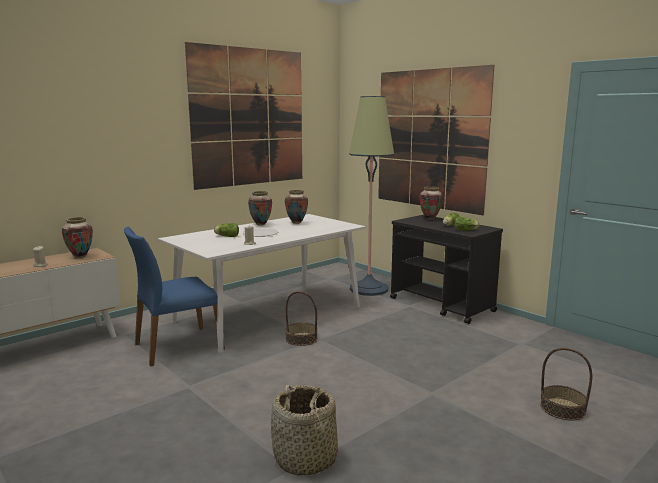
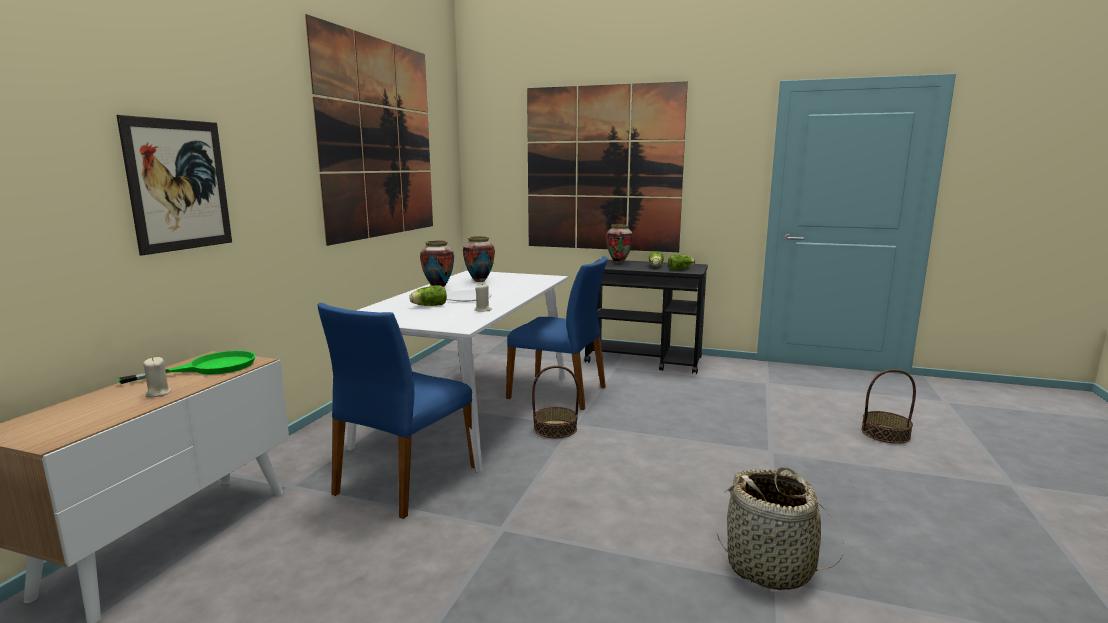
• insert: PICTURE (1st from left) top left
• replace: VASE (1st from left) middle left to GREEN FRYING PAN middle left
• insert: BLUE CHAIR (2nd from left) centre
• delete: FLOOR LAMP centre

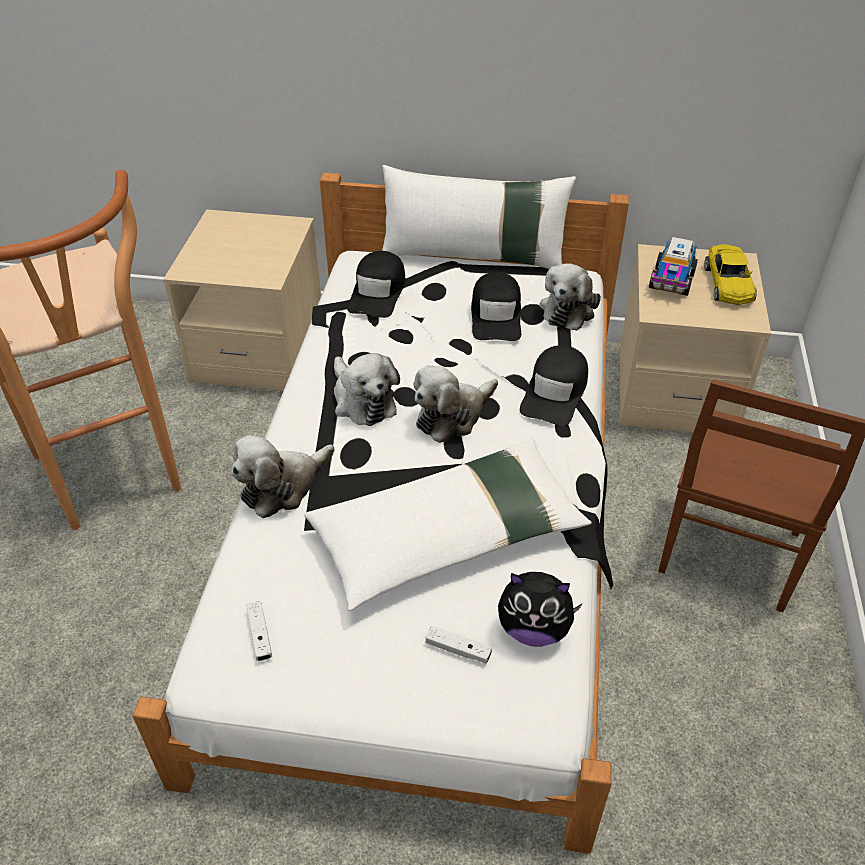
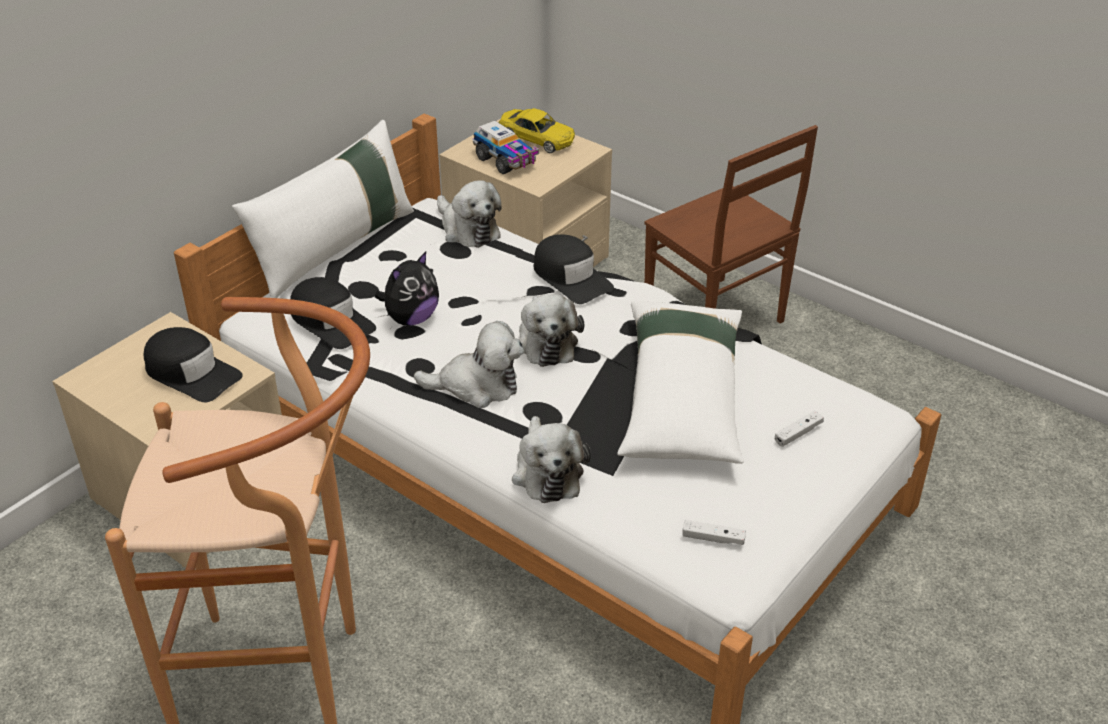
• move: BLACK CAP (2nd from left in the first image) centre to BLACK CAP (1st from left) middle left
• move: PLUSH TOY (4th from left in the first image) bottom centre to PLUSH TOY (1st from left) centre

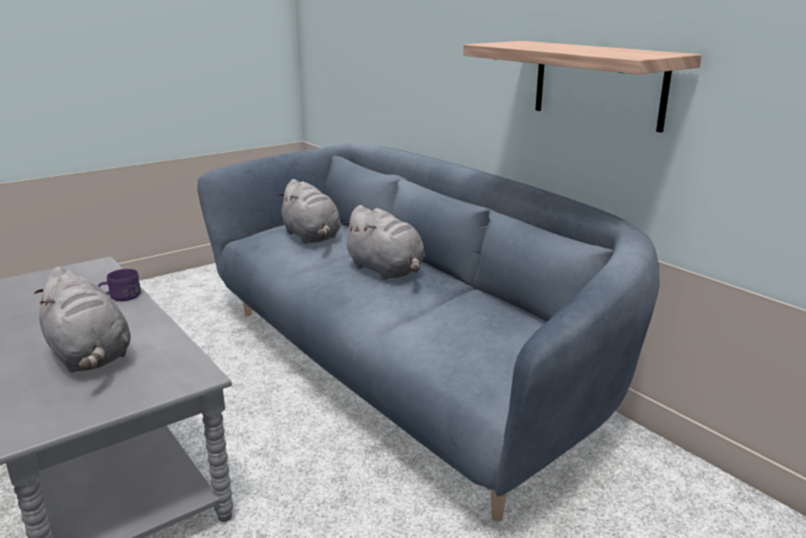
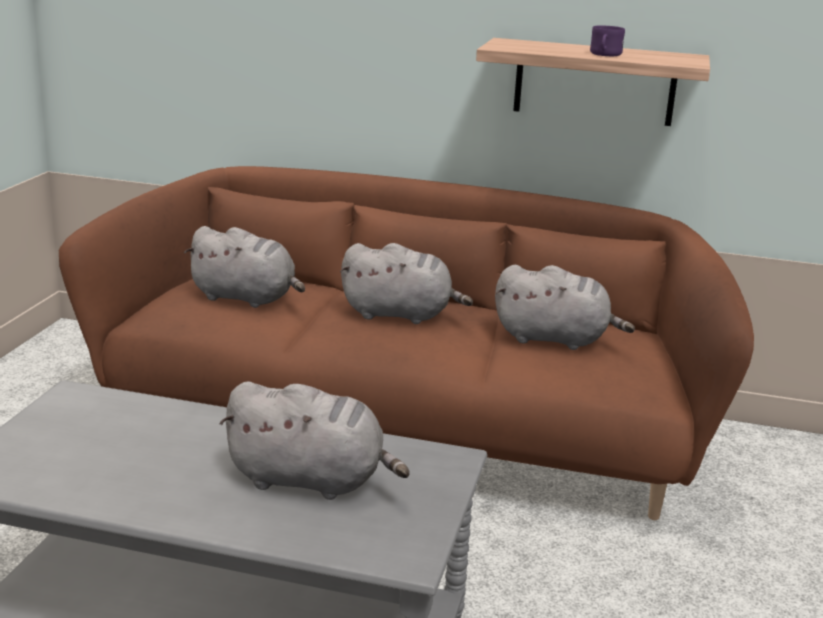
• recolor: BLUE SOFA centre to BROWN SOFA centre
• insert: GREY PLUSH TOY (4th from left) middle right
• move: PURPLE MUG middle left to top right

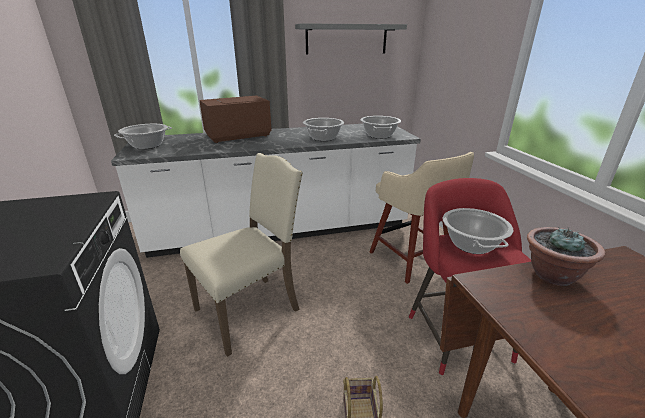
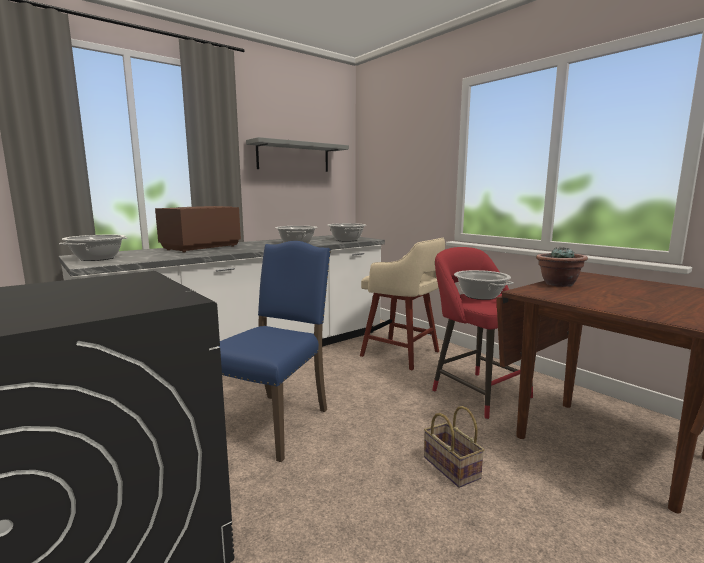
• recolor: BEIGE CHAIR centre to BLUE CHAIR centre

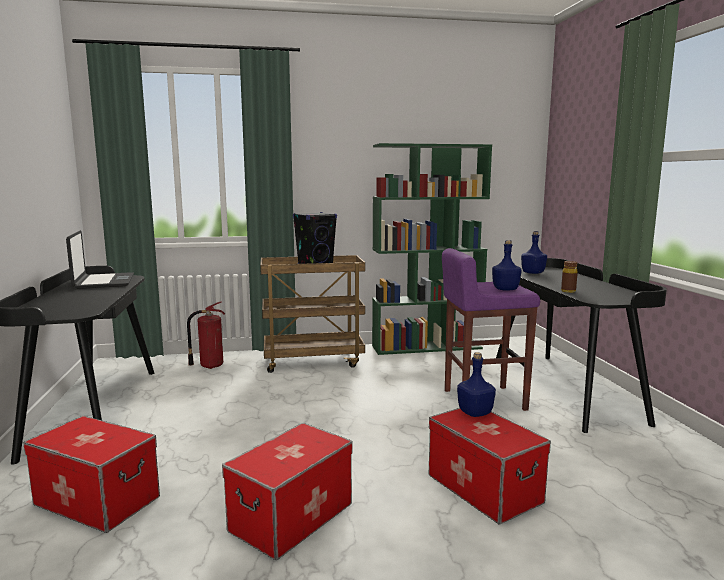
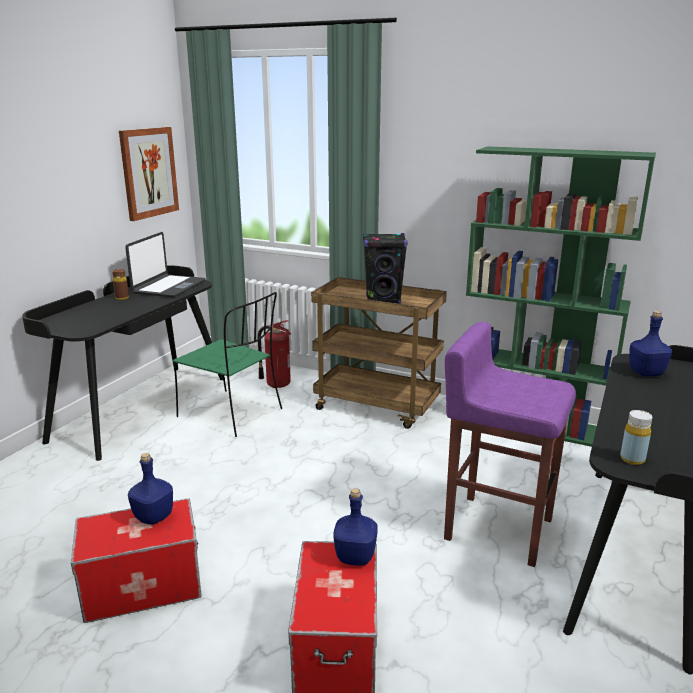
• move: BROWN BOTTLE middle right to middle left
• insert: PICTURE top left
• move: BLUE BOTTLE (2nd from left in the first image) middle right to BLUE BOTTLE (1st from left) bottom left
• insert: GREEN CHAIR middle left
• insert: YELLOW BOTTLE middle right
• delete: STORAGE BOX (1st from left) bottom left

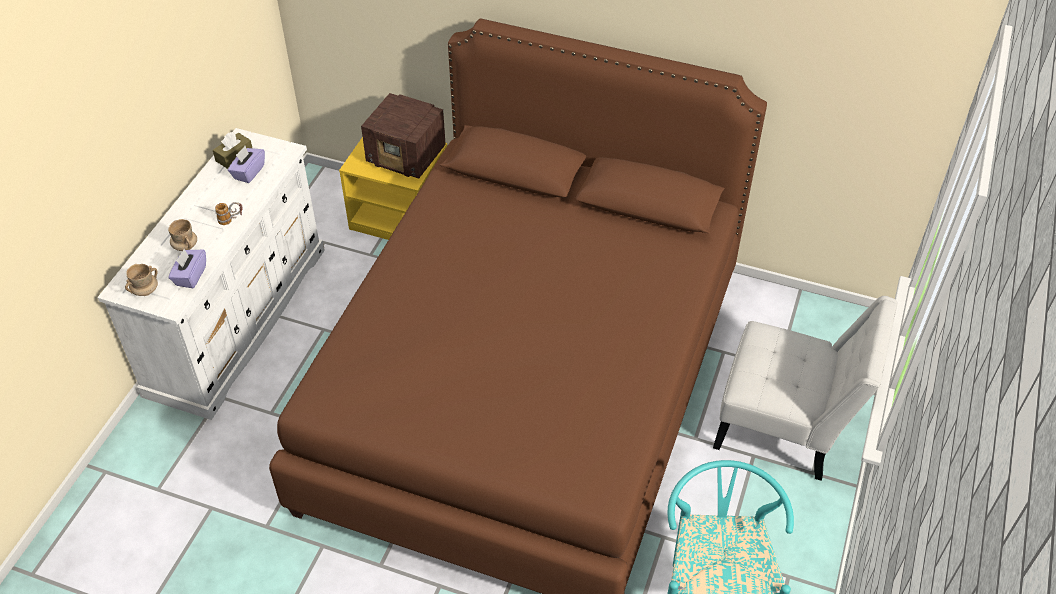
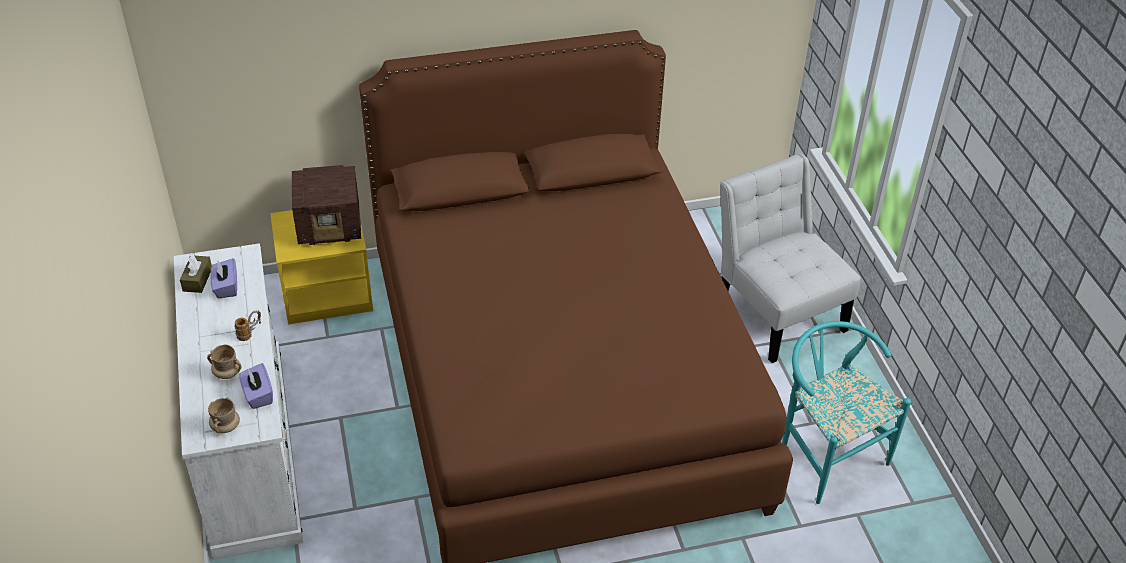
• rotate: WHITE CHAIR middle right = middle right 105 degrees counterclockwise

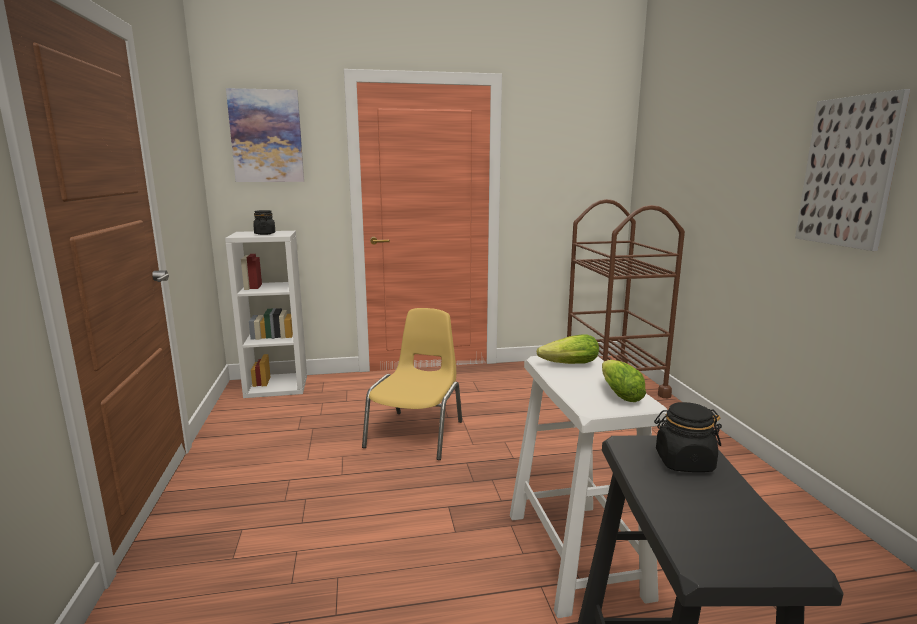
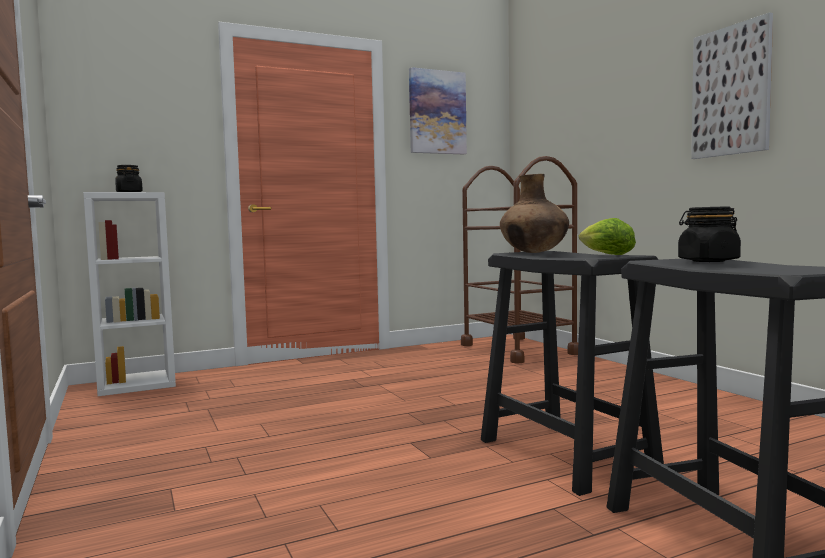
• move: PICTURE (1st from left) top left to top centre
• recolor: WHITE STOOL bottom centre to BLACK STOOL (1st from left) bottom right
• replace: LETTUCE (1st from left) centre to BROWN VASE centre
• delete: YELLOW CHAIR centre

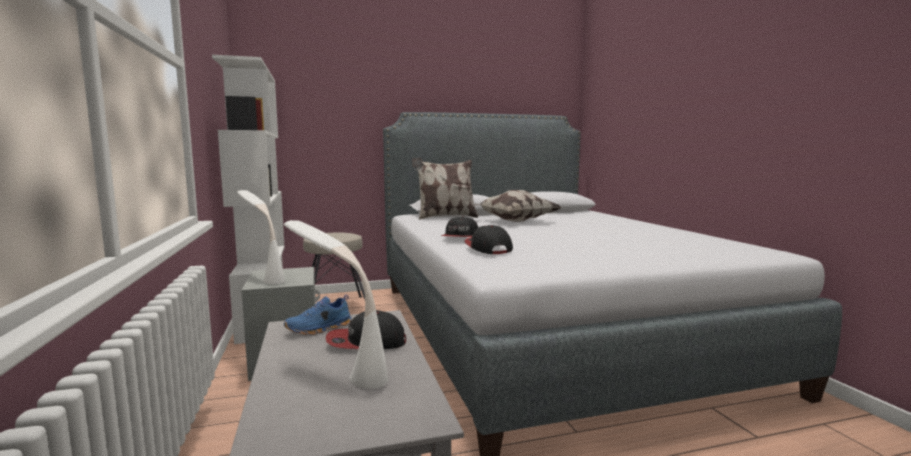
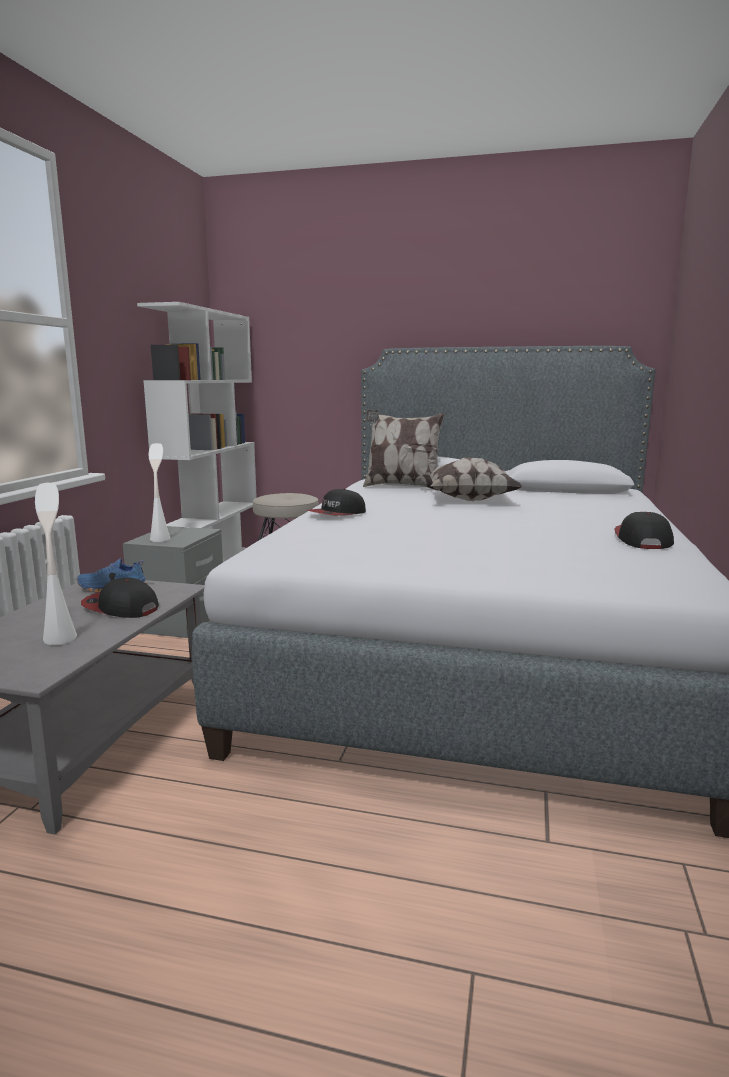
• move: CAP (3rd from left) centre to middle right

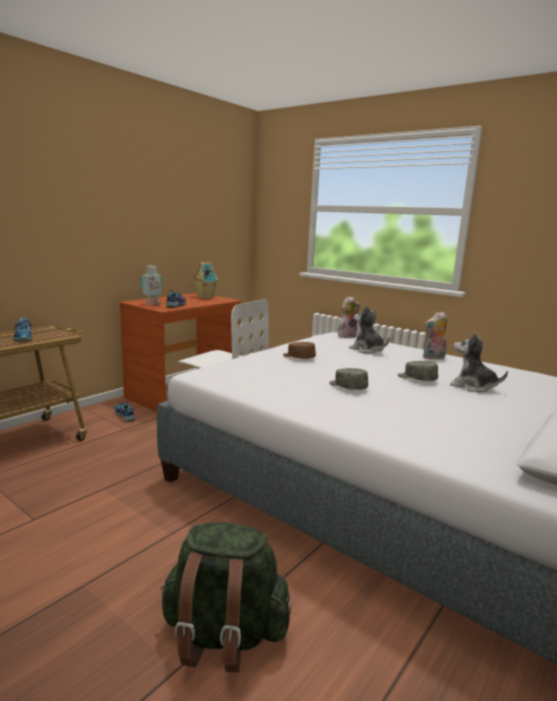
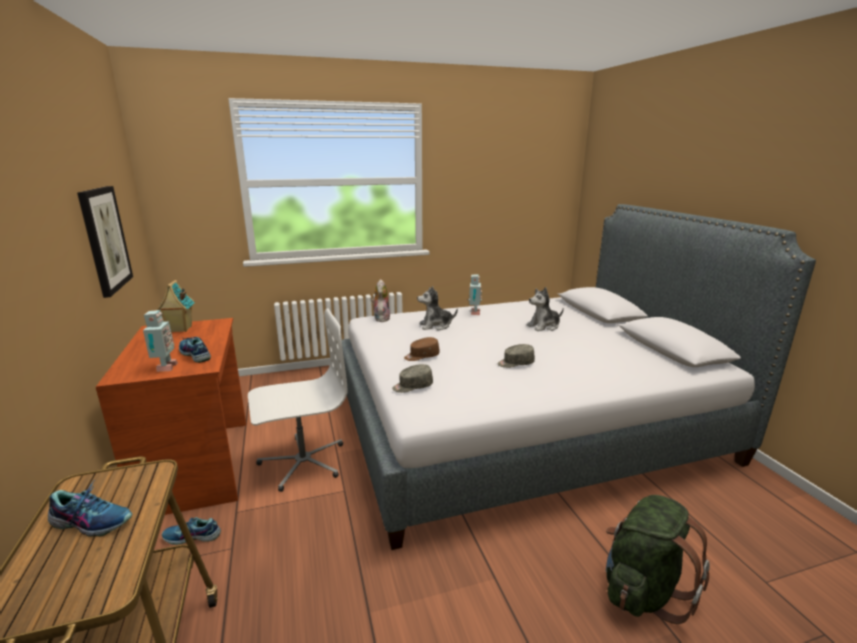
• insert: PICTURE middle left
• move: GREY CAP (2nd from left in the first image) middle right to GREY CAP (1st from left) centre
• replace: PLUSH TOY (3rd from left) middle right to TOY ROBOT (2nd from left) centre

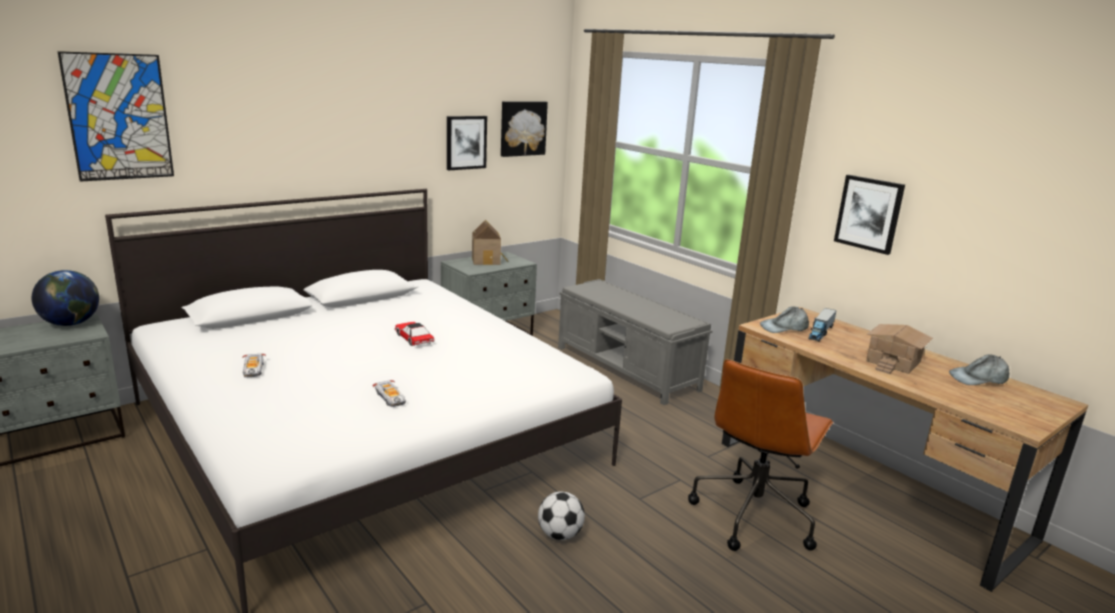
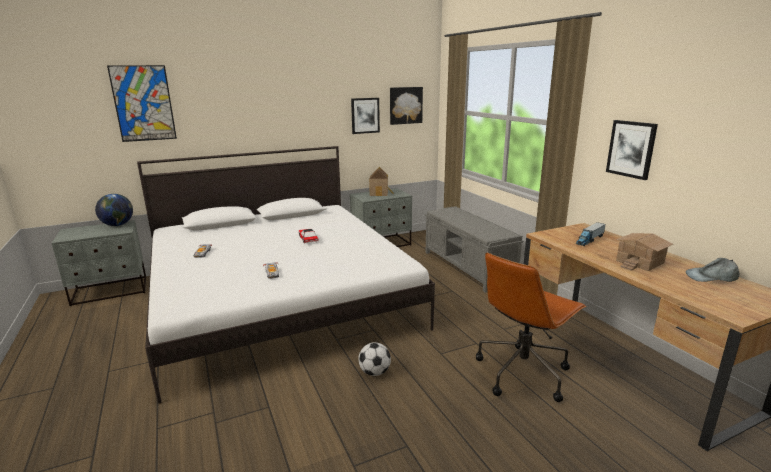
• delete: GREY CAP (1st from left) middle right

